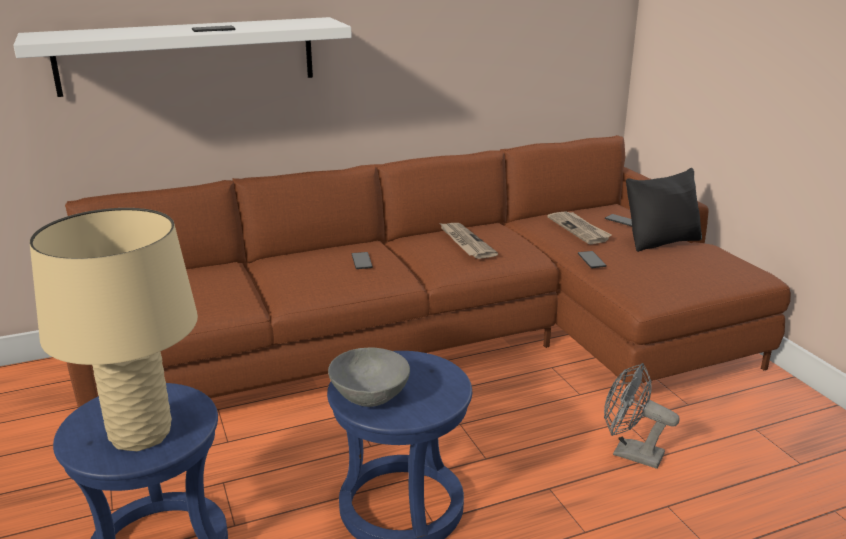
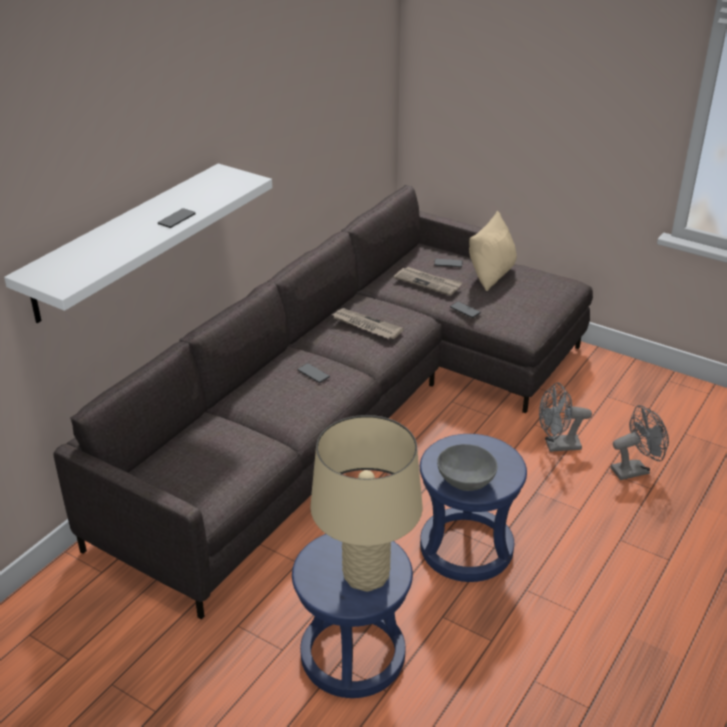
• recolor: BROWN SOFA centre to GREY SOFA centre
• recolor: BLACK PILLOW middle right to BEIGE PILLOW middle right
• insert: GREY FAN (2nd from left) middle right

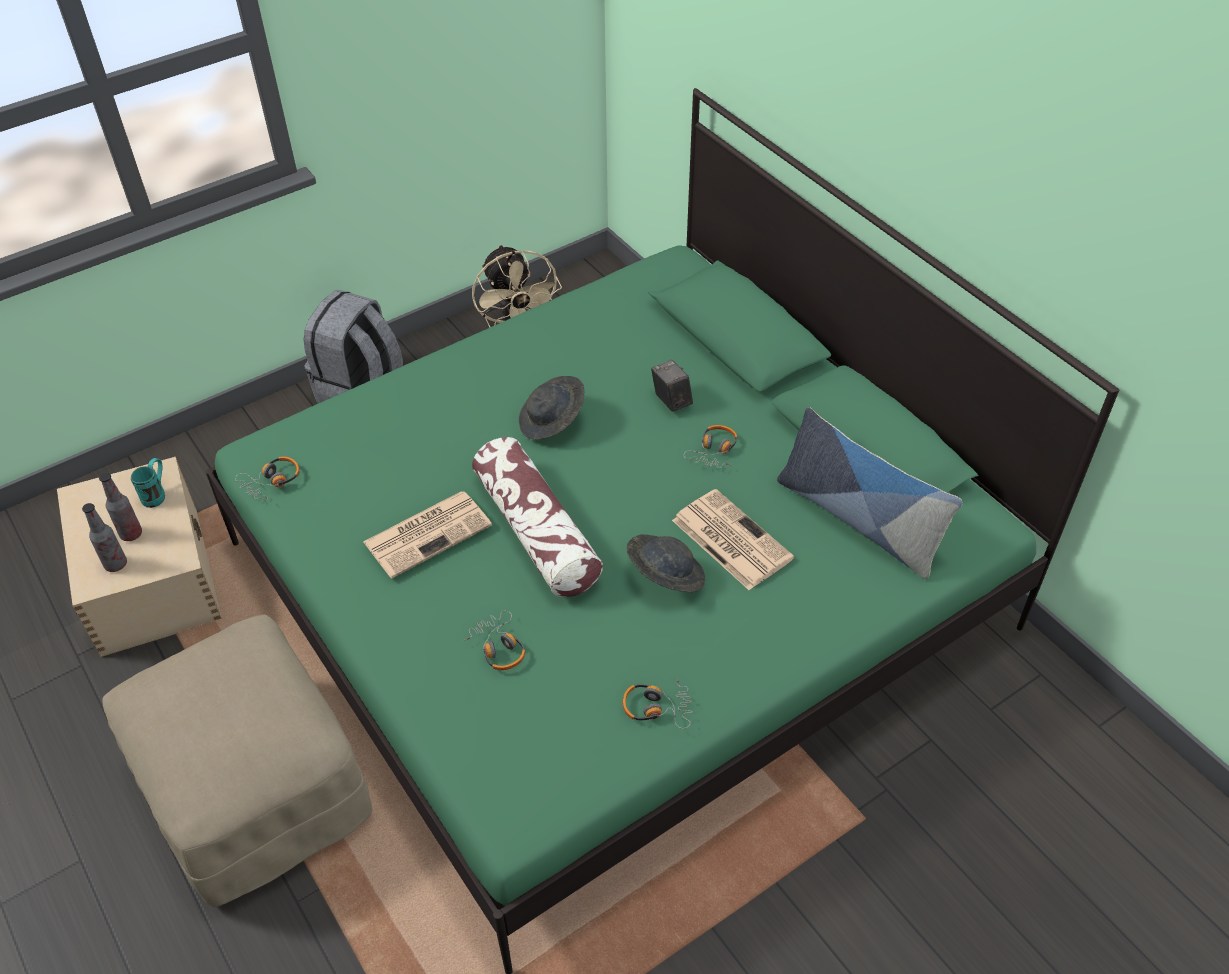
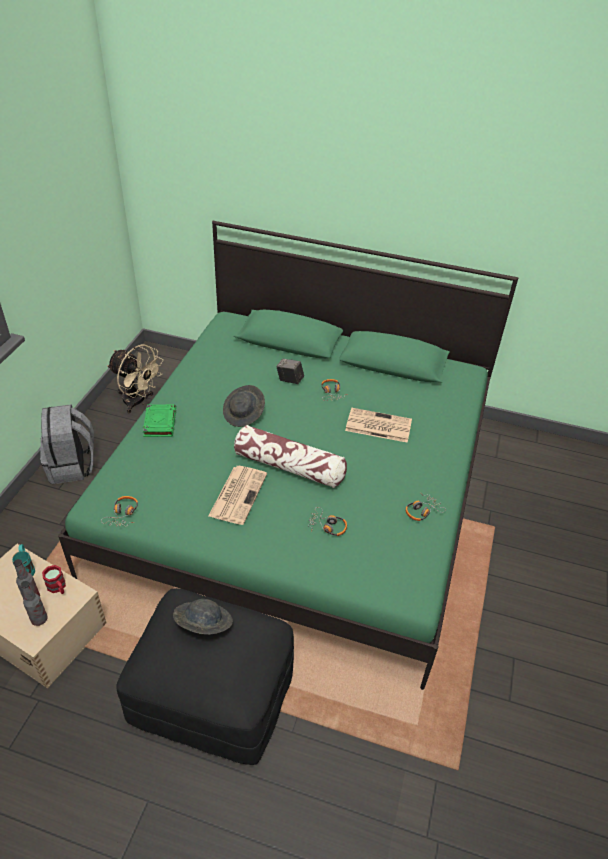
• insert: RED MUG bottom left
• recolor: BEIGE OTTOMAN bottom left to BLACK OTTOMAN bottom centre
• insert: GREEN BOOK middle left
• move: GREY HAT (2nd from left in the first image) centre to GREY HAT (1st from left) bottom centre
• delete: PILLOW (2nd from left) middle right

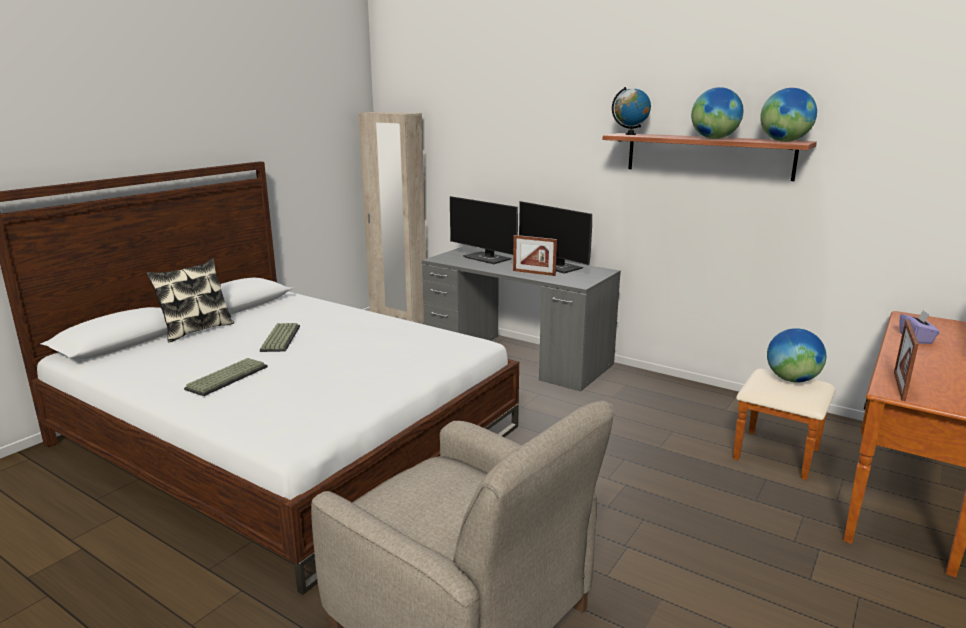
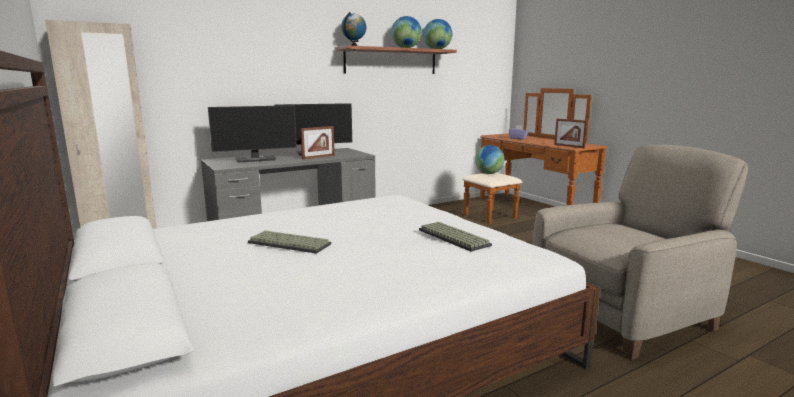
• move: KEYBOARD (1st from left in the first image) middle left to KEYBOARD (2nd from left) centre
• delete: PILLOW middle left

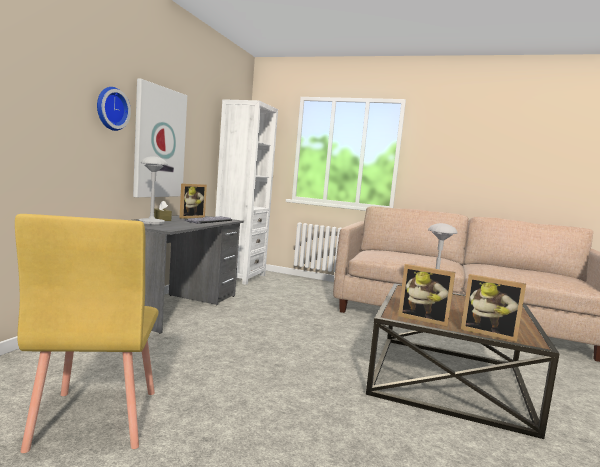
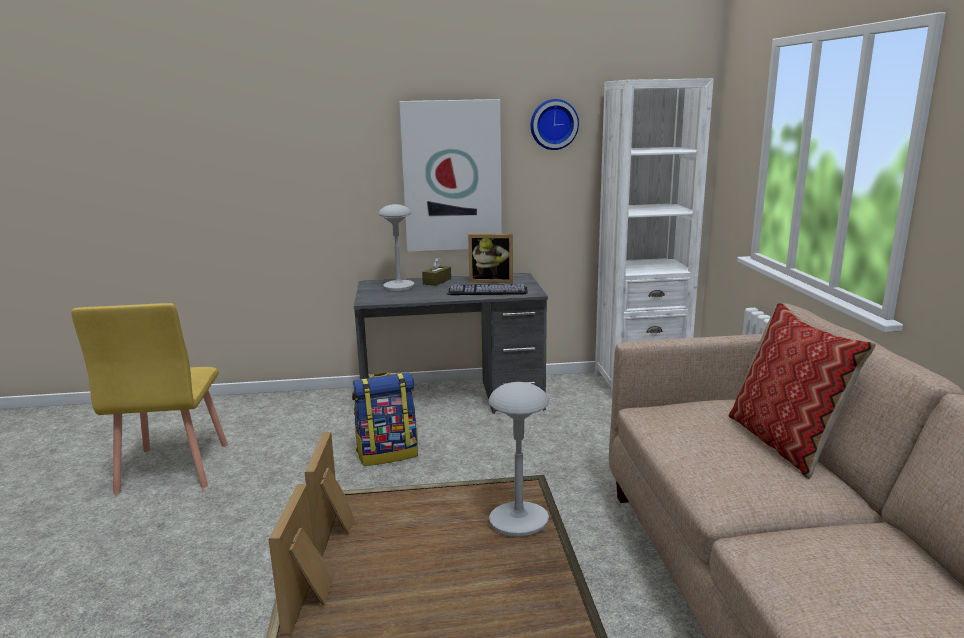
• rotate: YELLOW CHAIR bottom left = middle left 60 degrees counterclockwise
• insert: BACKPACK centre
• move: WALL CLOCK top left to top centre
• insert: PILLOW middle right

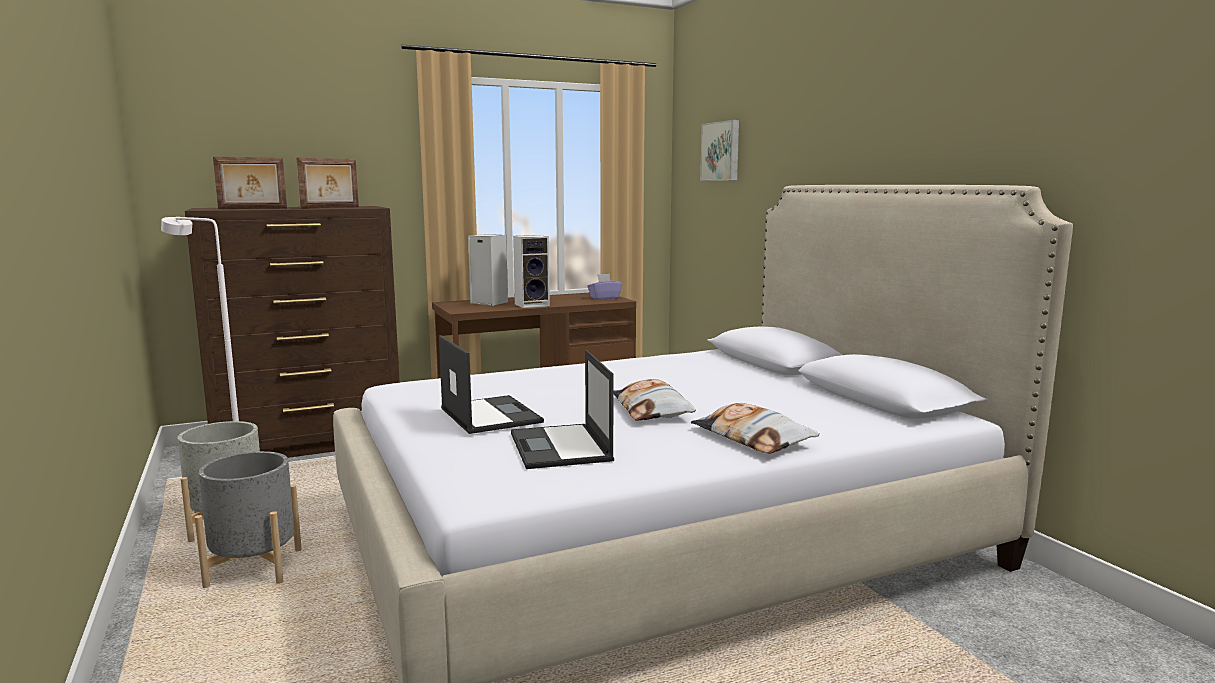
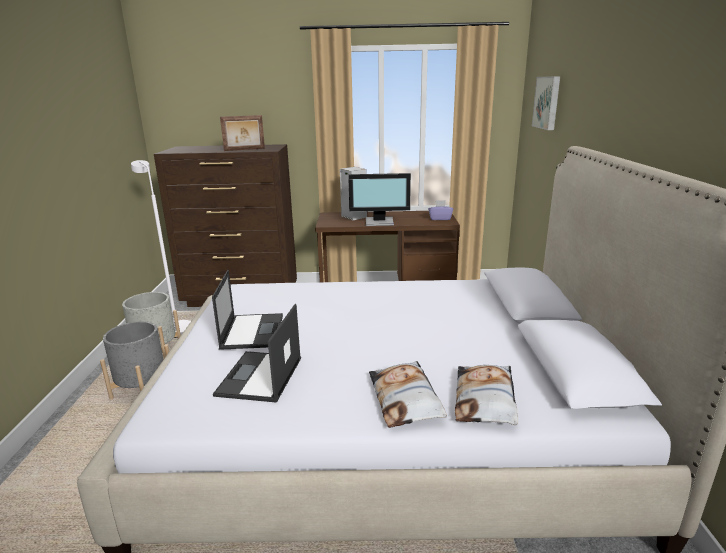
• replace: SPEAKER (2nd from left) centre to MONITOR centre
• move: PILLOW (1st from left in the first image) centre to PILLOW (2nd from left) bottom right
• delete: PICTURE FRAME (1st from left) top left

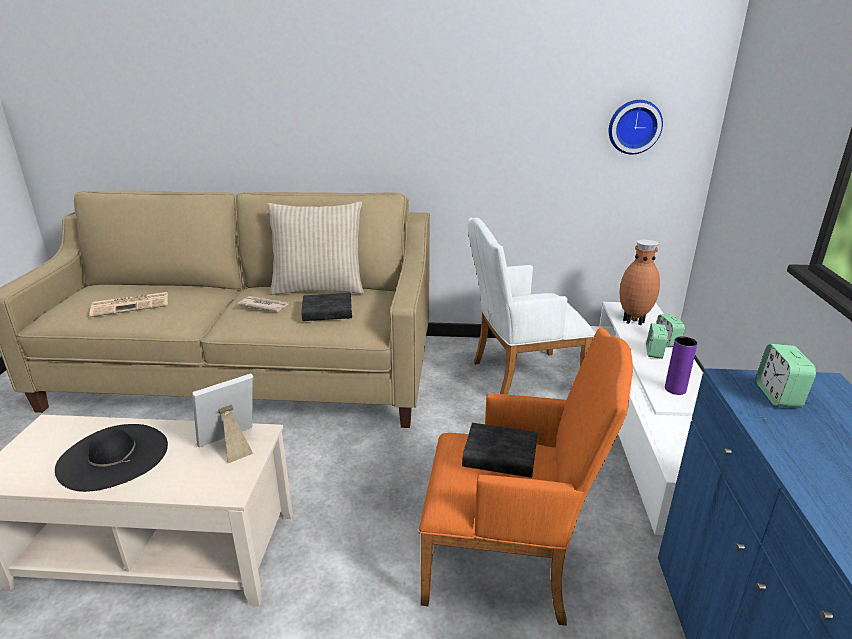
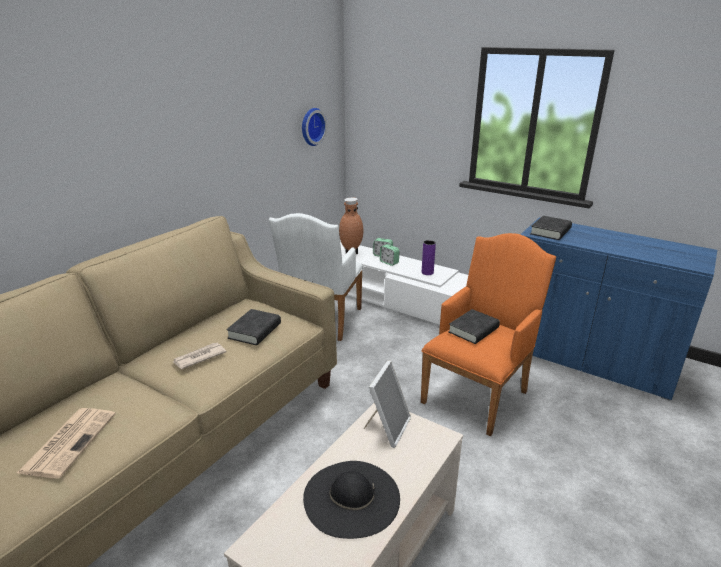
• rotate: PICTURE FRAME middle left = bottom centre 150 degrees counterclockwise
• replace: ALARM CLOCK (3rd from left) middle right to BLACK BOOK (3rd from left) middle right
• delete: BEIGE PILLOW centre

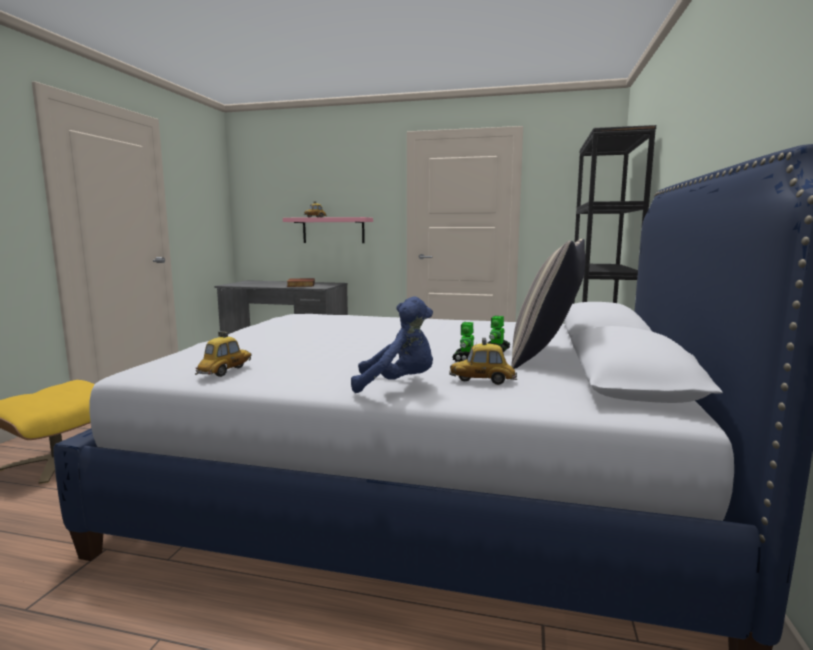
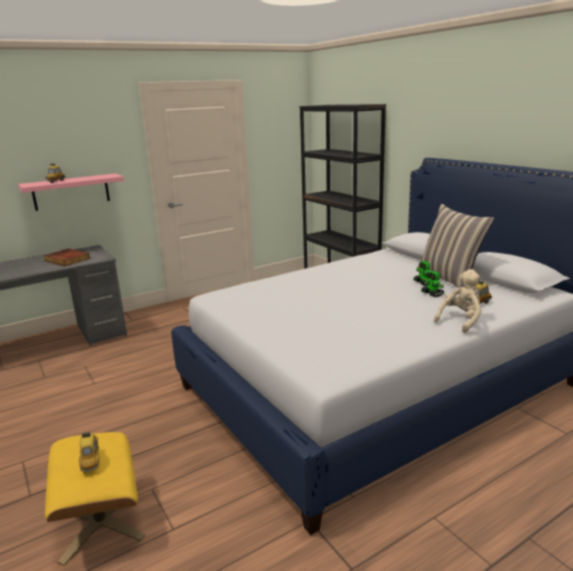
• move: TOY CAR (1st from left in the first image) middle left to TOY CAR (2nd from left) bottom left
• recolor: BLUE PLUSH TOY centre to BEIGE PLUSH TOY middle right

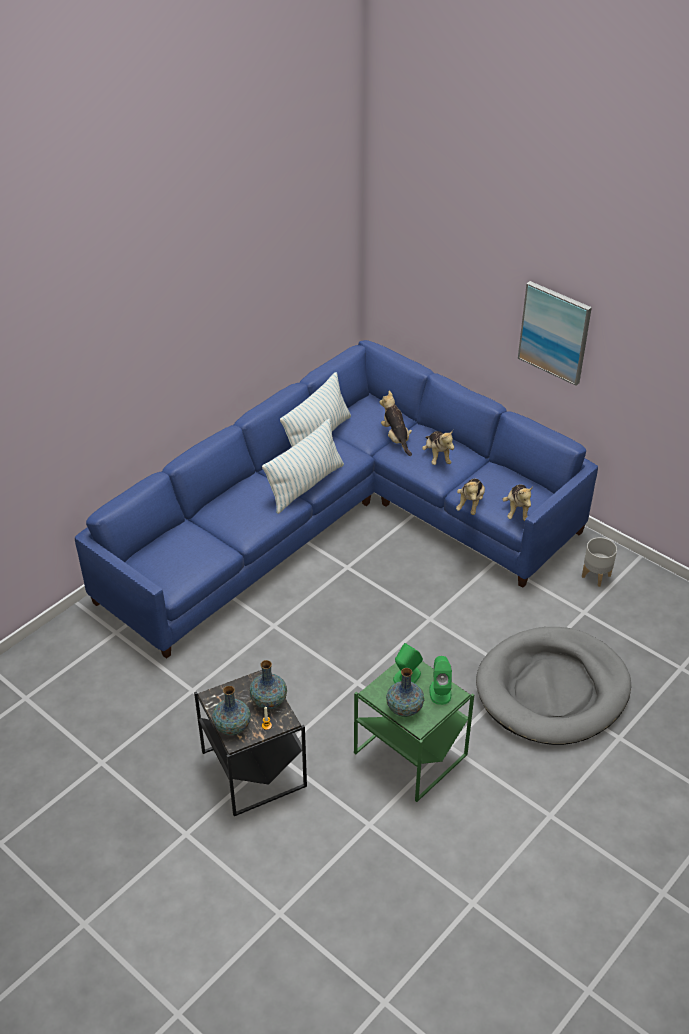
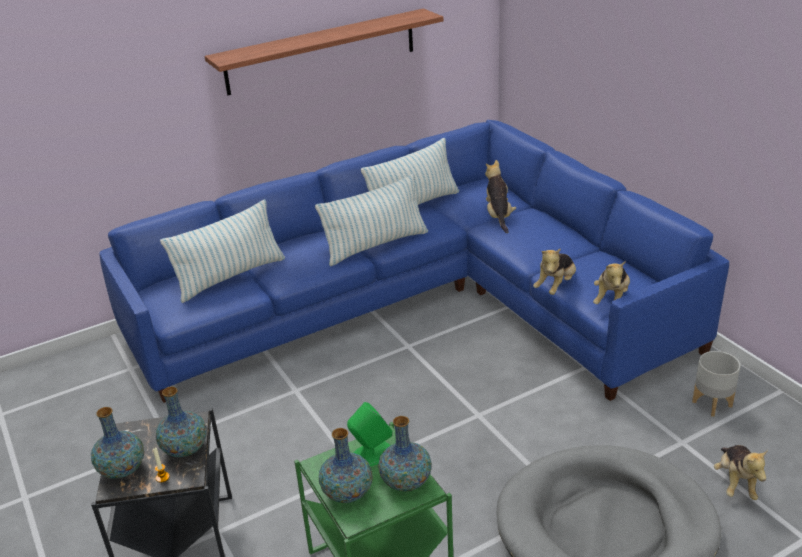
• insert: PILLOW (1st from left) middle left
• insert: SHELF top centre
• replace: GREEN SPEAKER (2nd from left) centre to VASE (4th from left) bottom centre
• move: PLUSH TOY (2nd from left in the first image) centre to PLUSH TOY (4th from left) bottom right
• delete: PICTURE top right

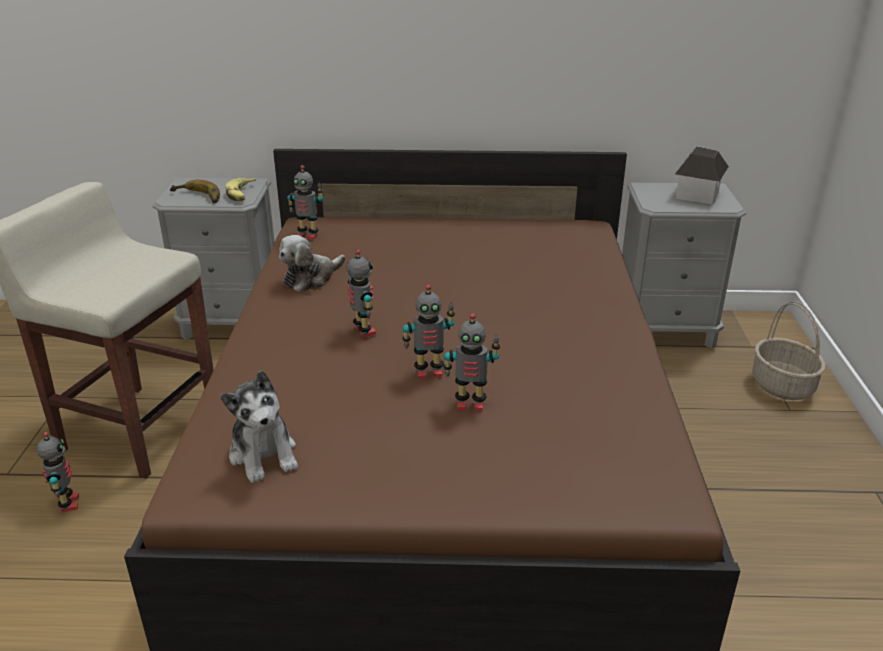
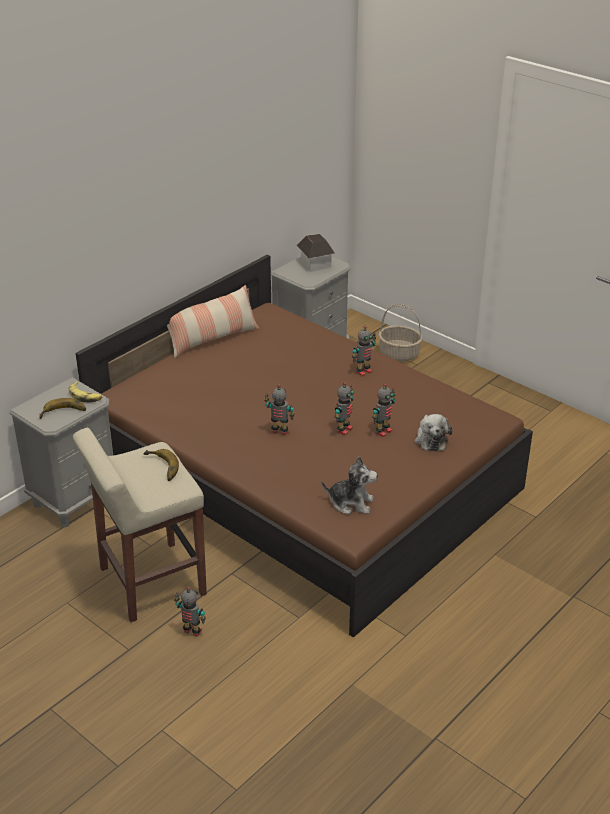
• insert: BANANA (3rd from left) middle left
• insert: PILLOW centre
• move: TOY ROBOT (2nd from left in the first image) top centre to TOY ROBOT (4th from left) centre
• move: PLUSH TOY (2nd from left) centre to middle right

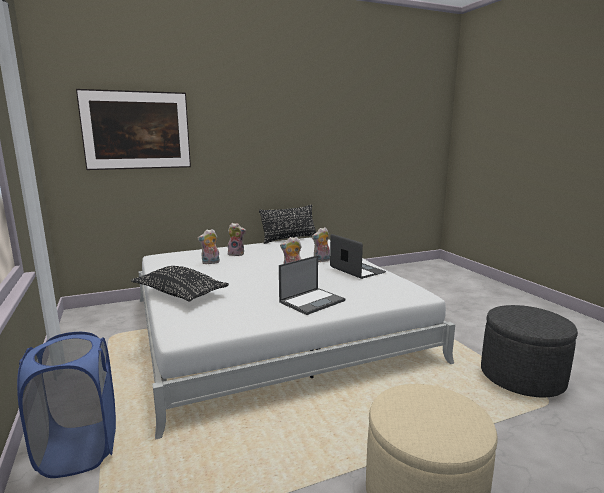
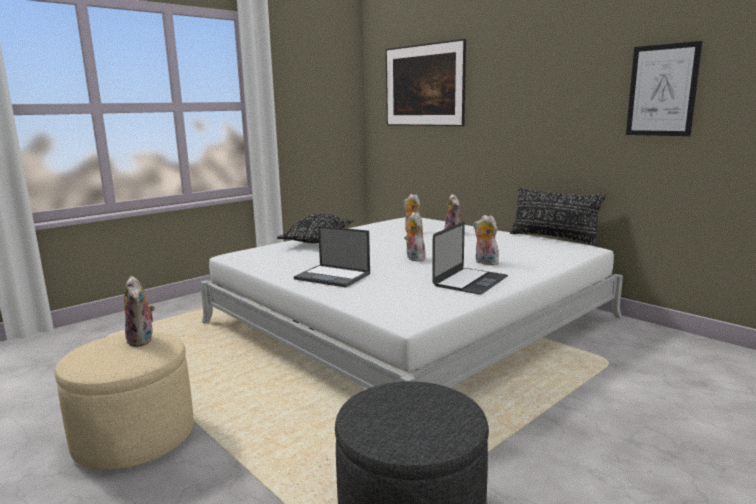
• insert: PLUSH TOY (1st from left) middle left
• insert: PICTURE (2nd from left) top right
• delete: BLUE LAUNDRY BASKET bottom left

